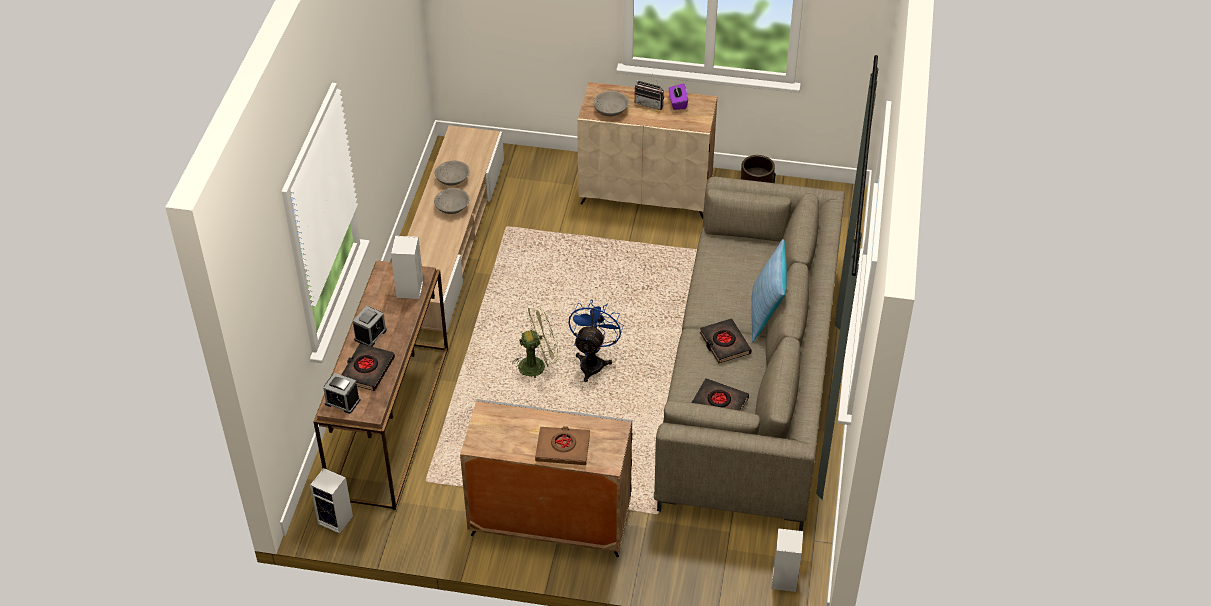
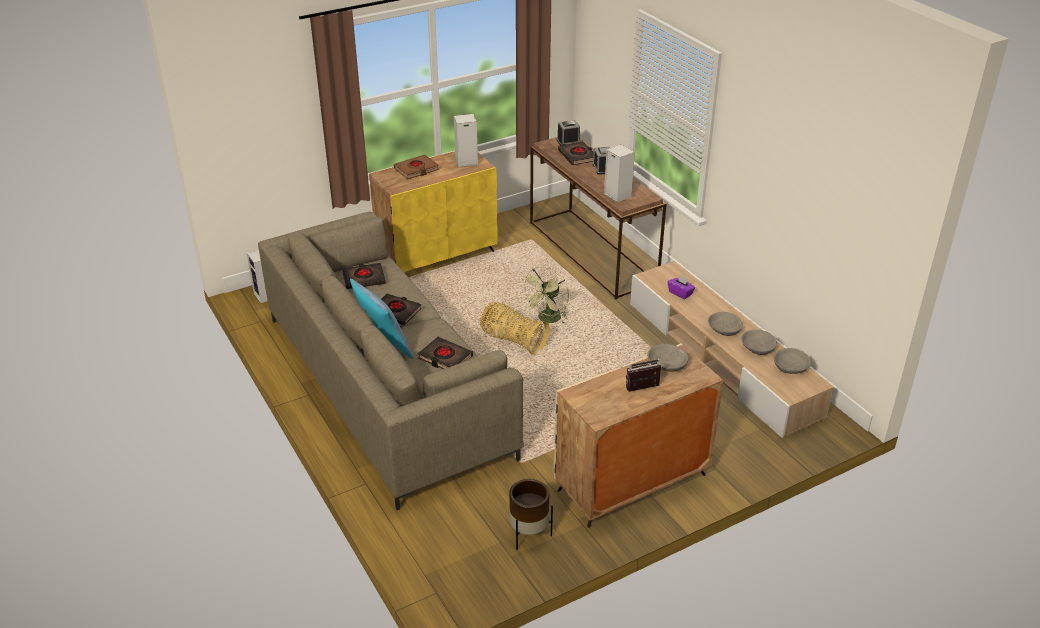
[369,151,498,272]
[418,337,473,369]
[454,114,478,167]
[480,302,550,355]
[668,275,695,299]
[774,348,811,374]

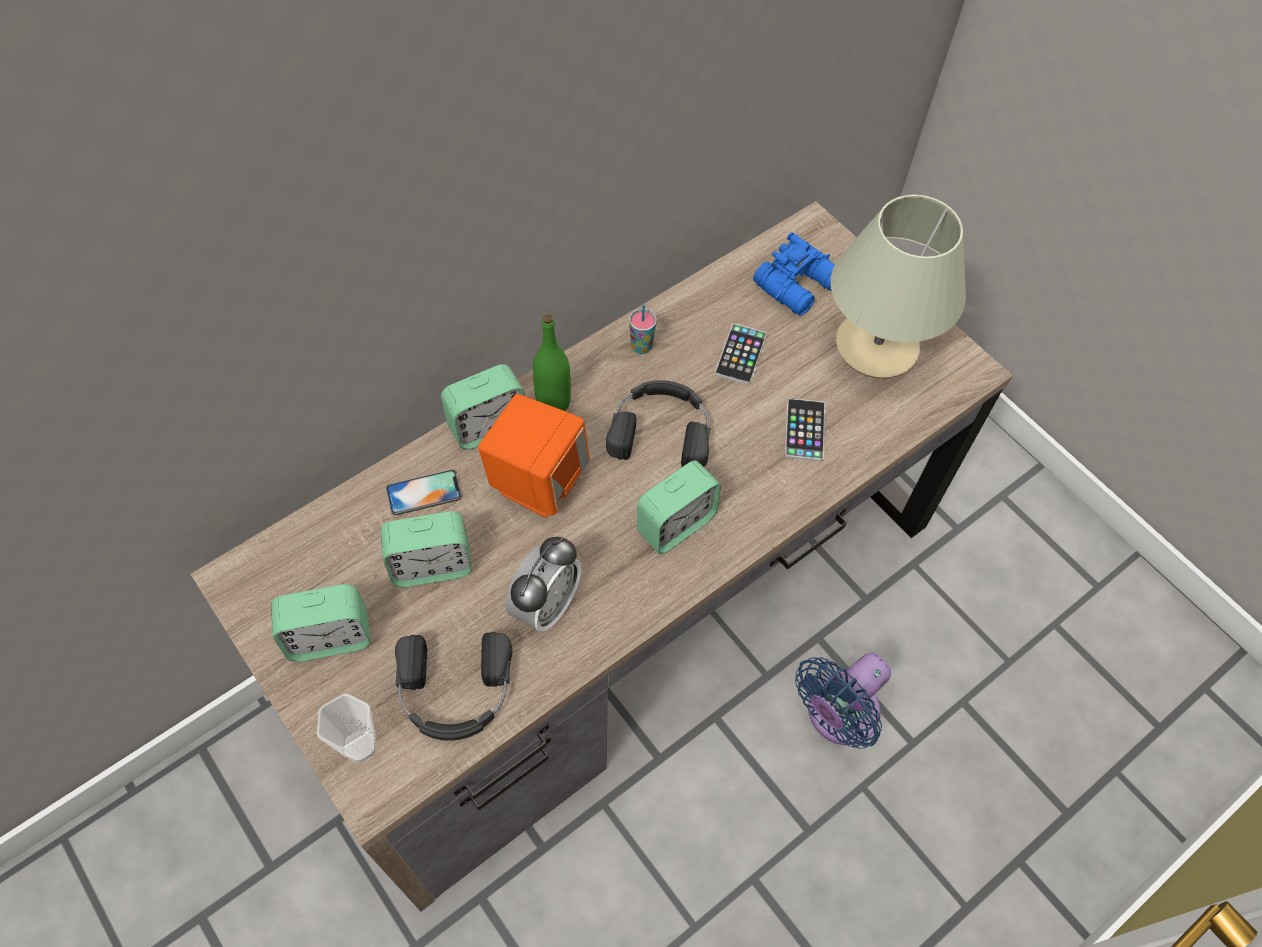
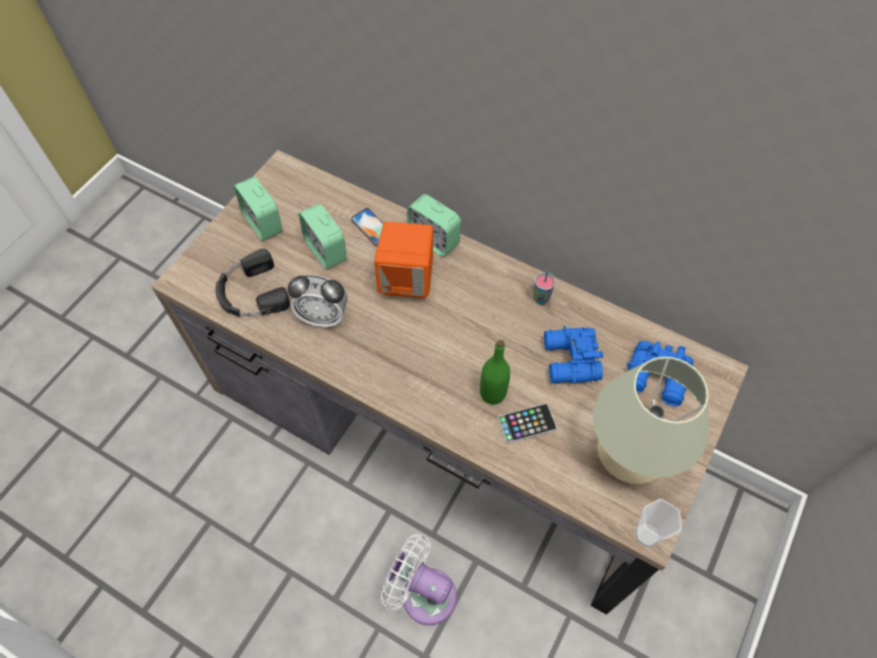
[381,534,457,625]
[480,340,510,405]
[544,325,603,384]
[636,499,682,547]
[606,380,710,467] (first image)
[637,460,721,554] (first image)

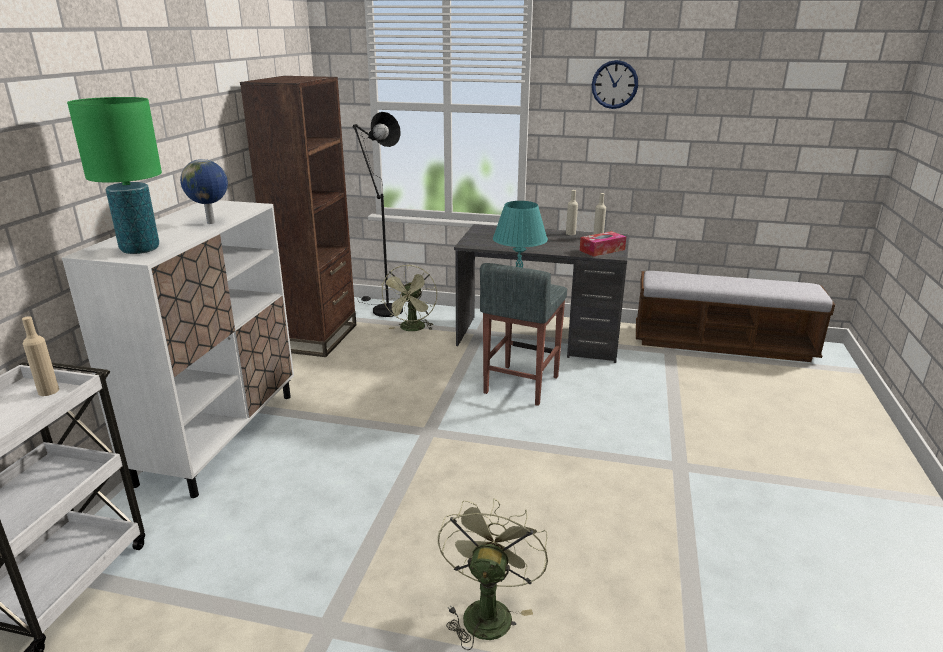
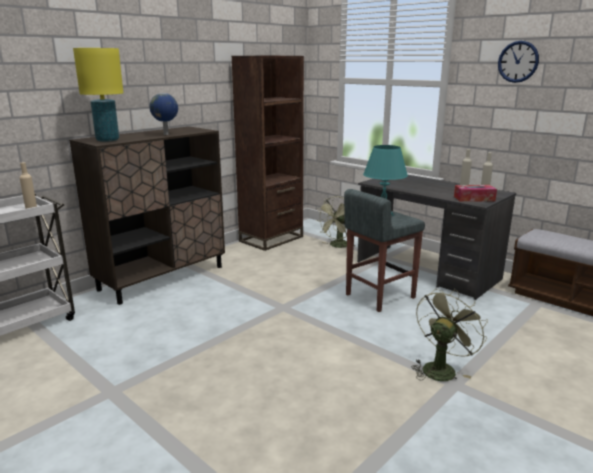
[69,126,225,305]
[73,48,123,142]
[411,289,488,381]
[352,112,403,317] (first image)

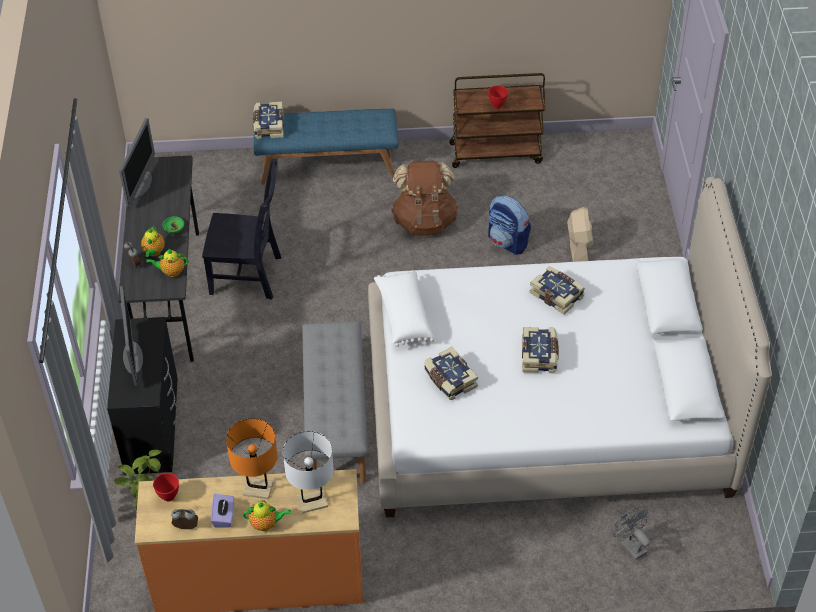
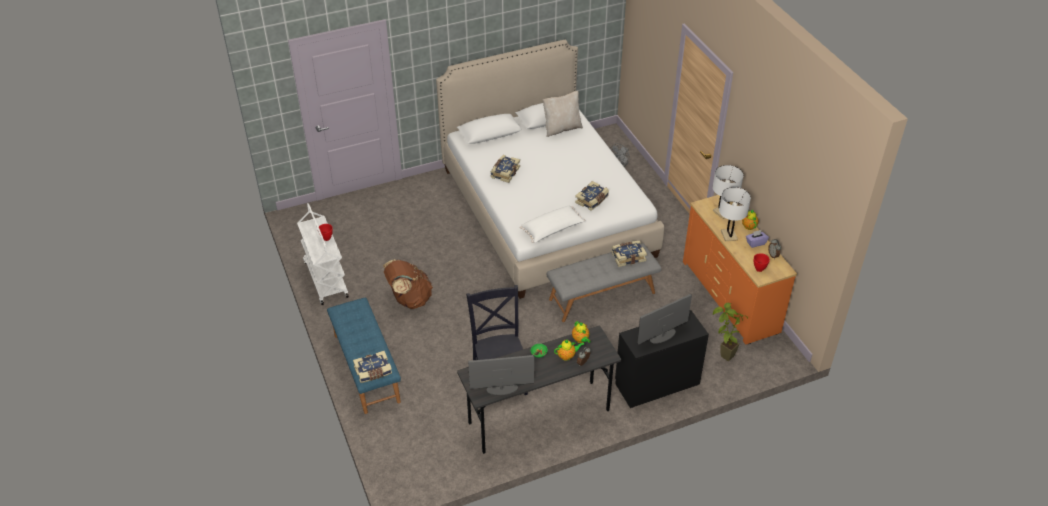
[297,203,349,305]
[543,91,583,137]
[611,241,647,267]
[719,187,751,242]
[488,196,531,255] (first image)
[567,207,593,262] (first image)

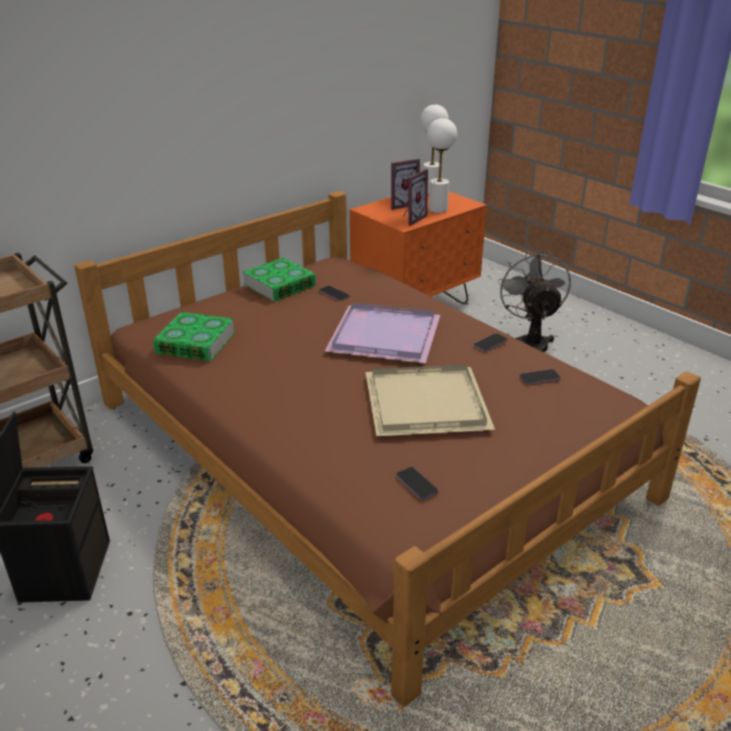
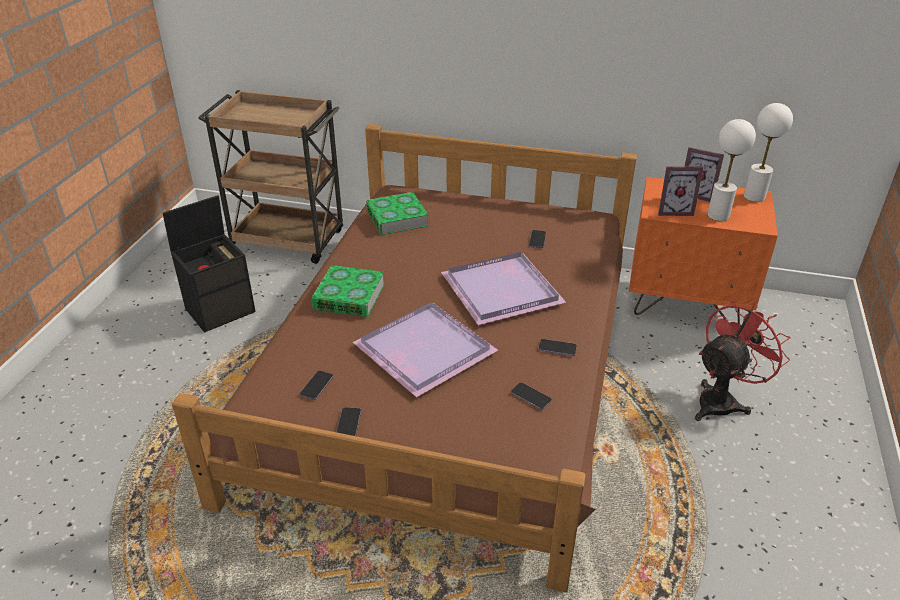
[312,265,385,317]
[336,407,361,436]
[353,302,498,397]
[695,300,791,421]

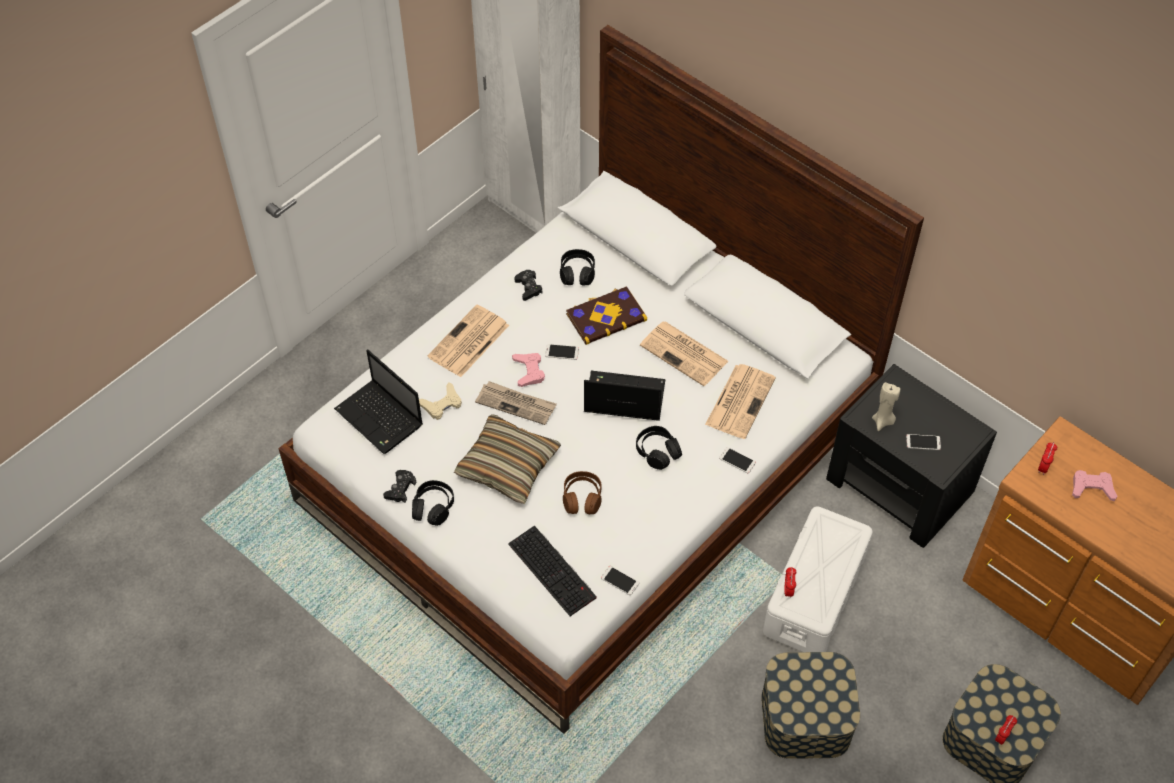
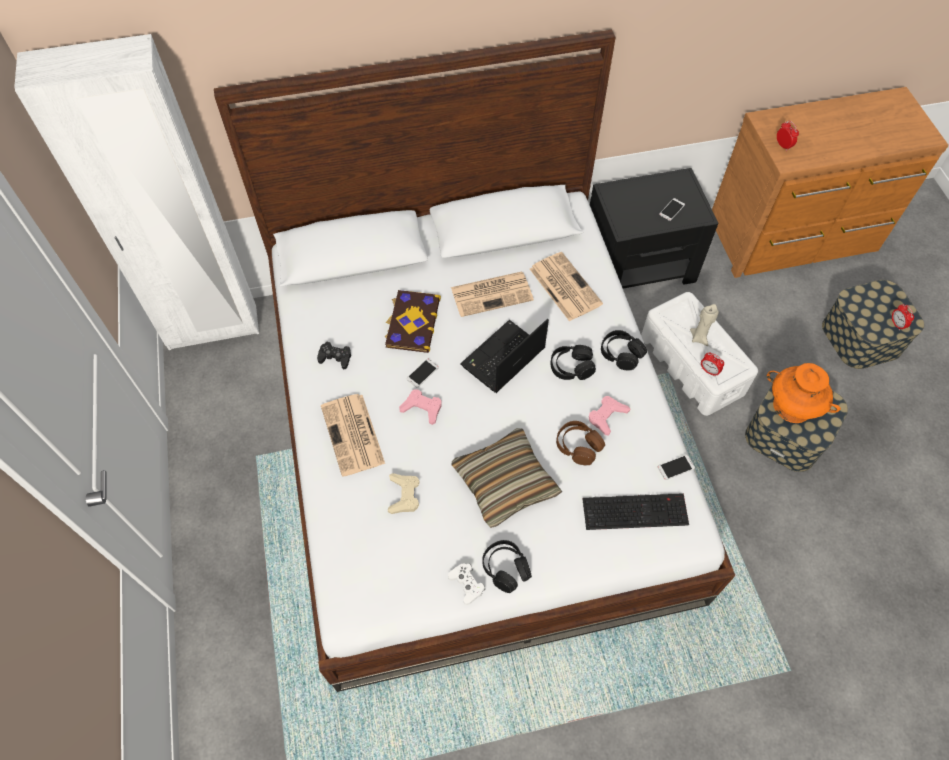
[448,564,485,605]
[589,396,630,436]
[601,330,647,370]
[690,304,719,346]
[767,363,841,423]
[334,349,423,454] (first image)
[475,381,557,425] (first image)
[719,447,756,473] (first image)

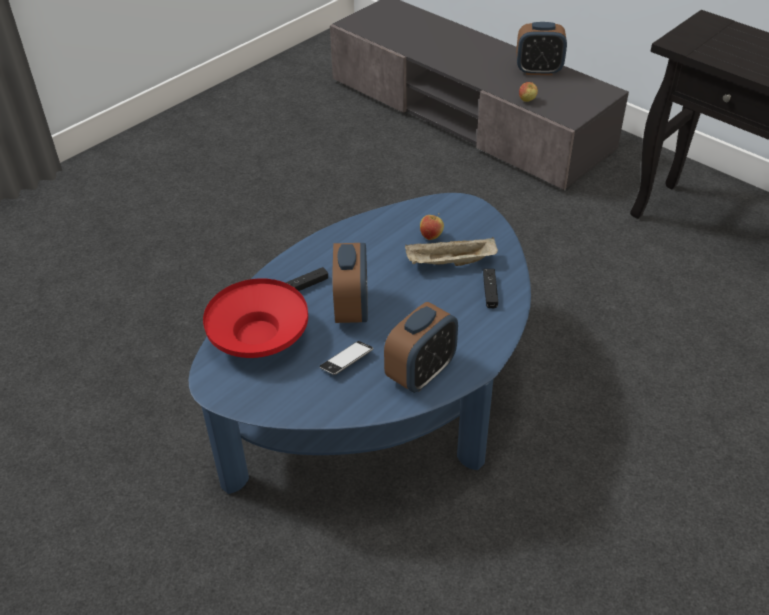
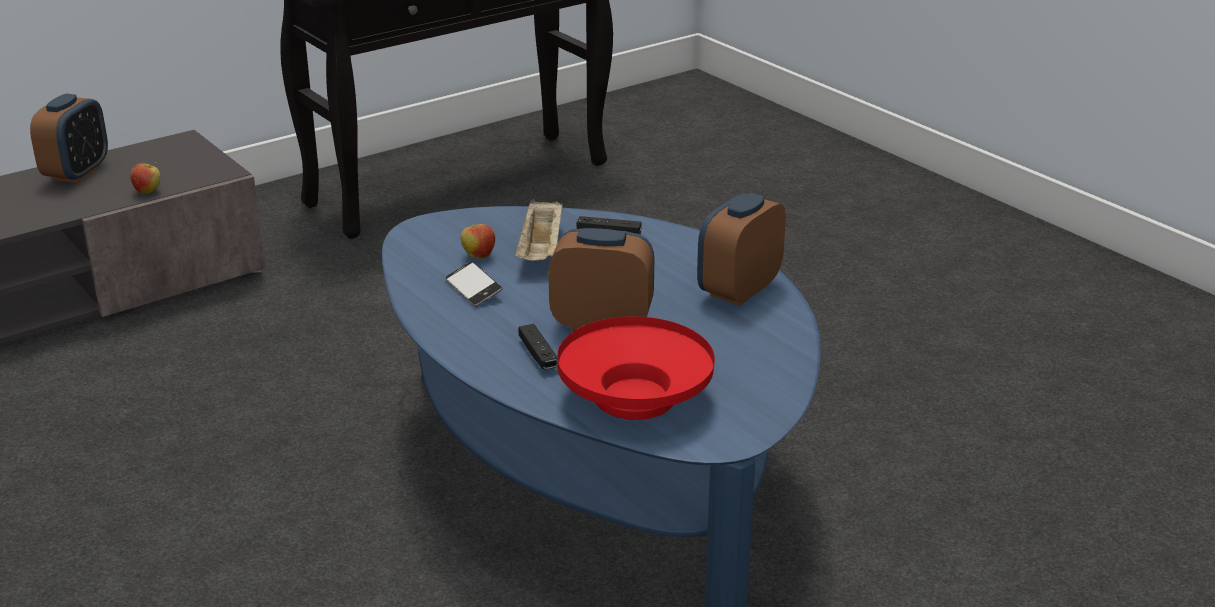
[445,261,502,307]
[697,193,786,306]

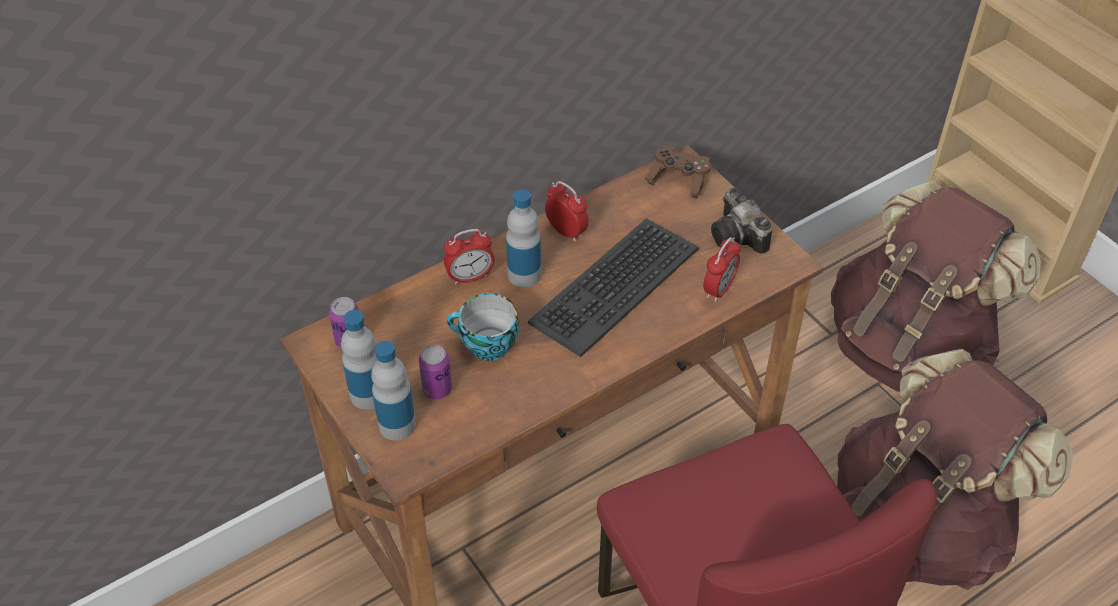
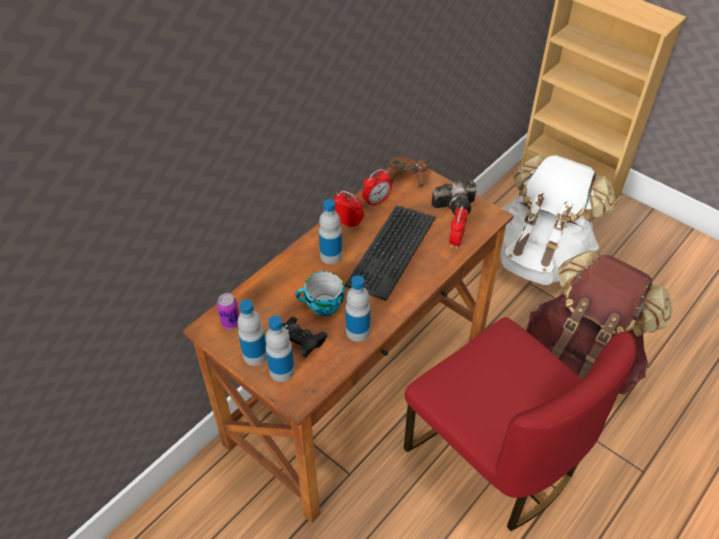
[282,317,328,358]
[345,275,370,342]
[362,169,392,207]
[432,181,477,216]
[500,153,615,285]

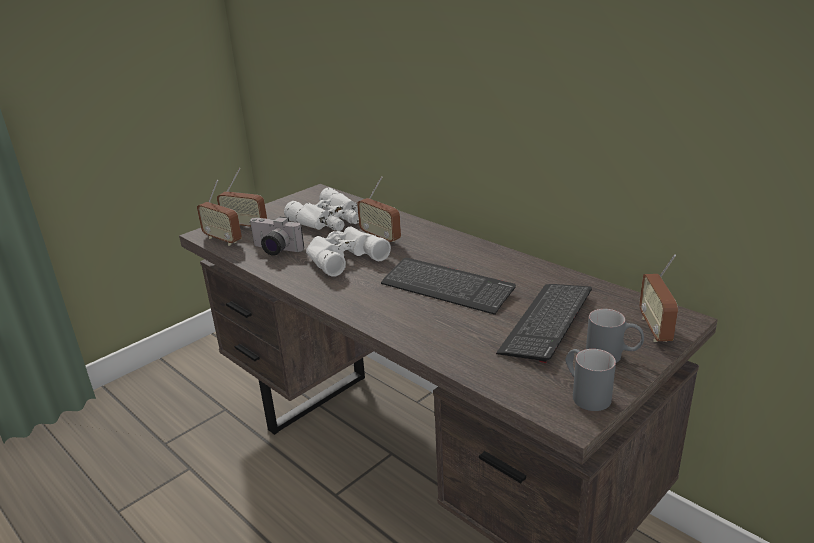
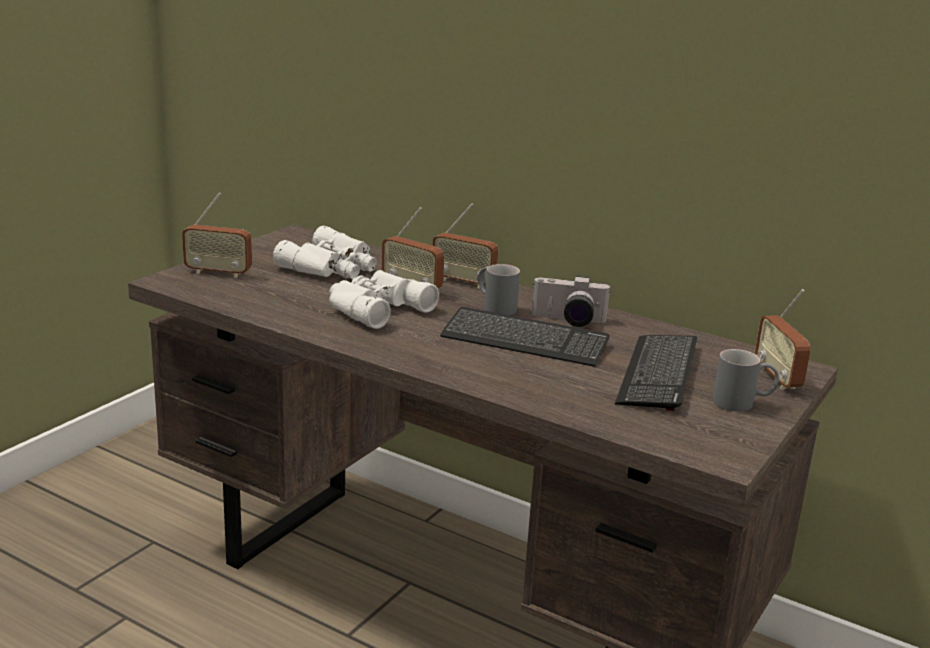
[432,203,498,289]
[477,264,520,315]
[532,276,611,327]

